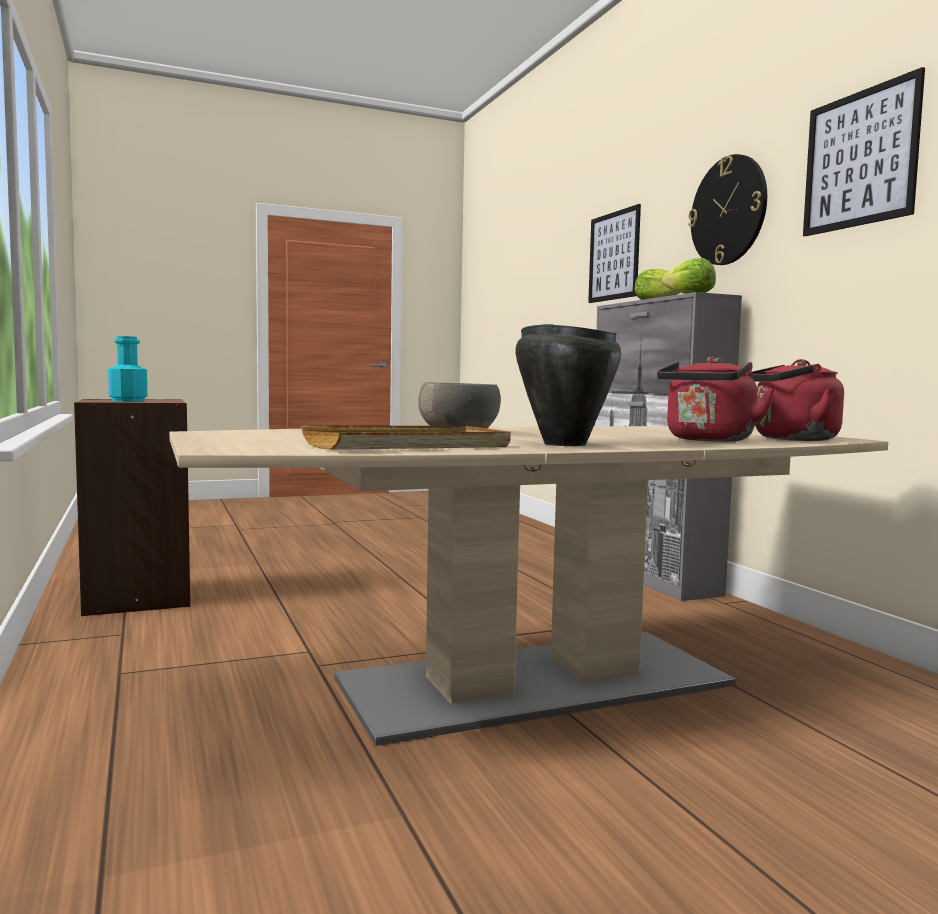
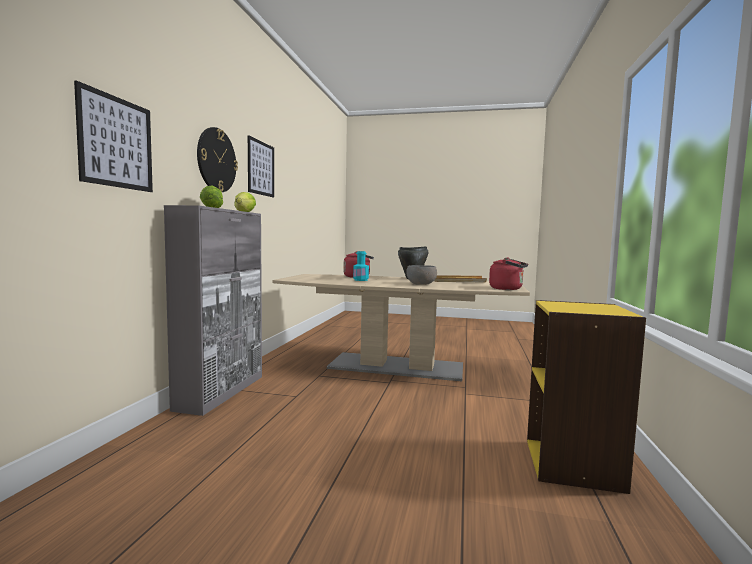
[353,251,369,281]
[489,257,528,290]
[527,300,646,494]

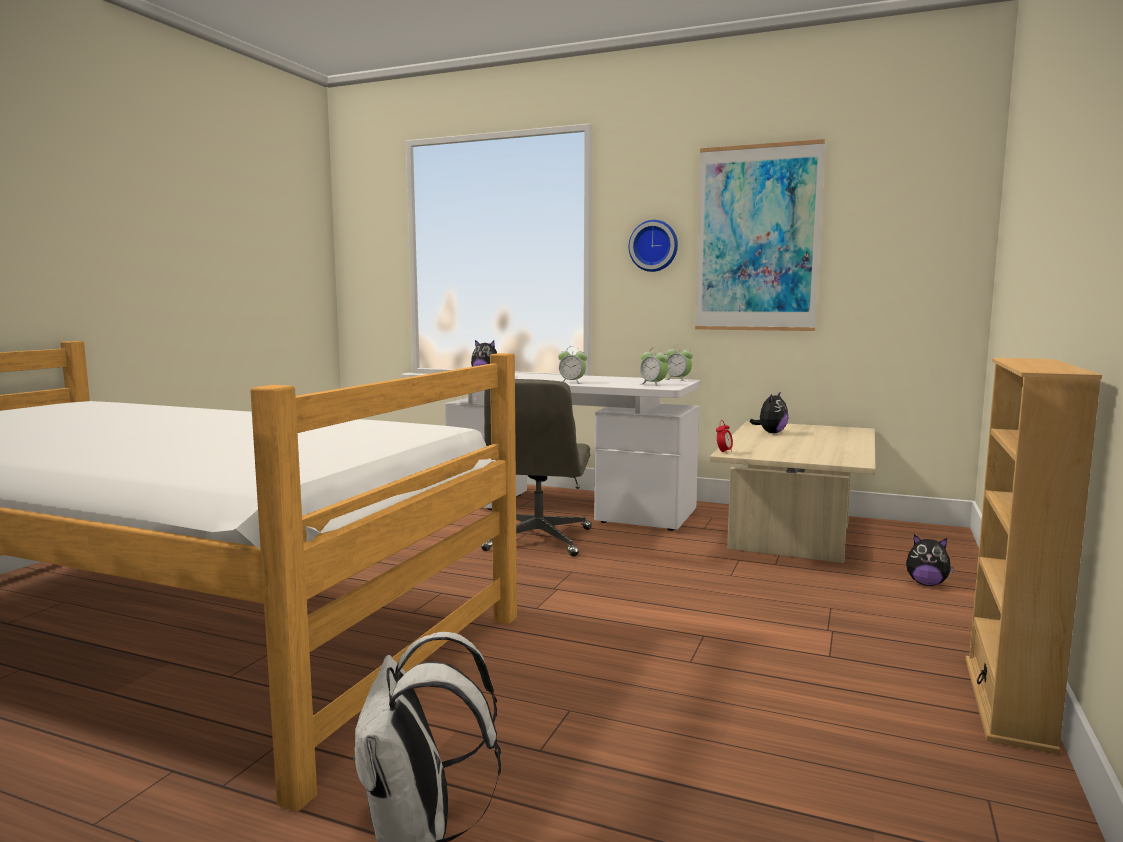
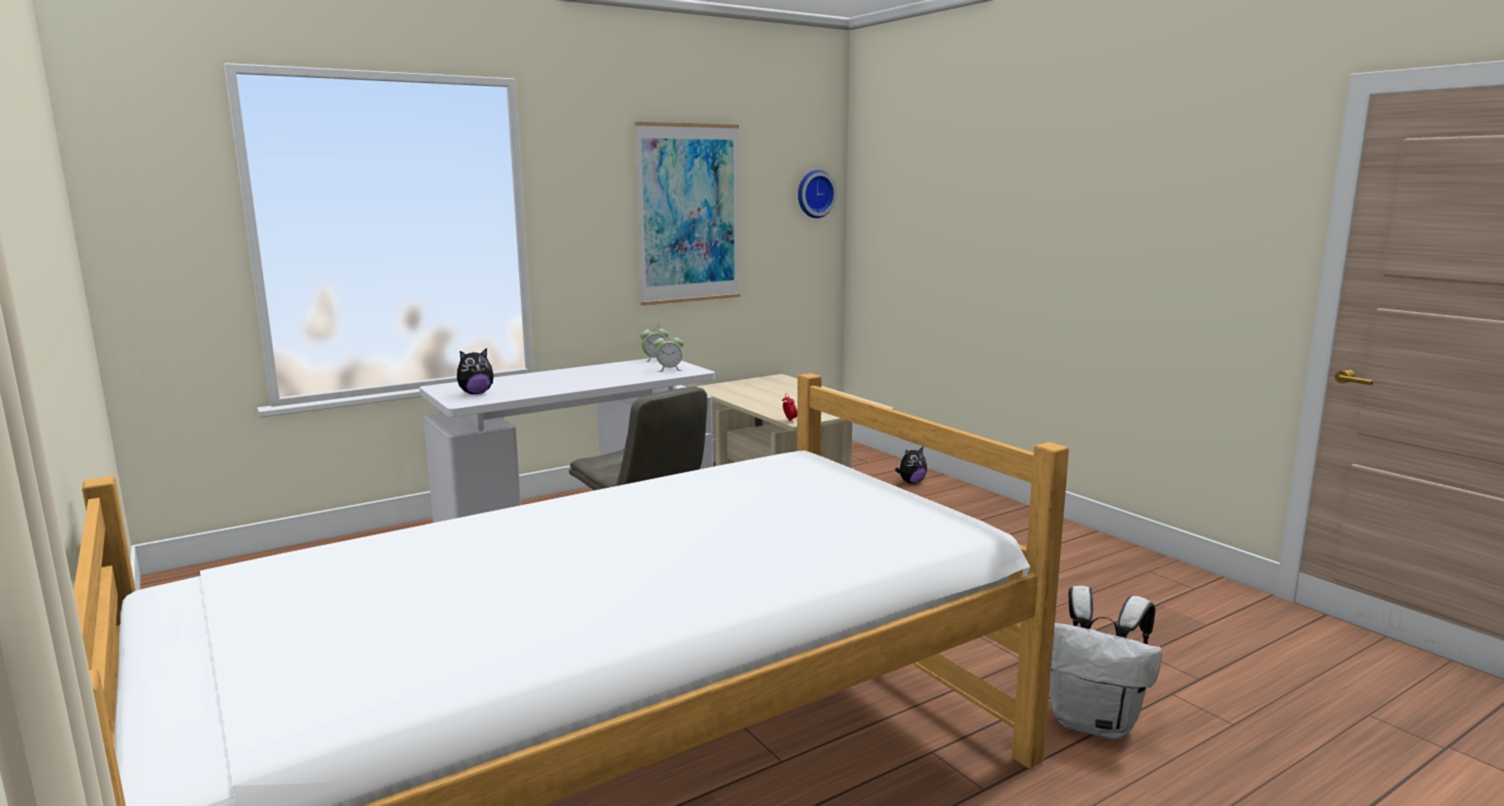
[798,170,837,218]
[558,346,587,384] (first image)
[750,391,788,433] (first image)
[966,358,1102,755] (first image)

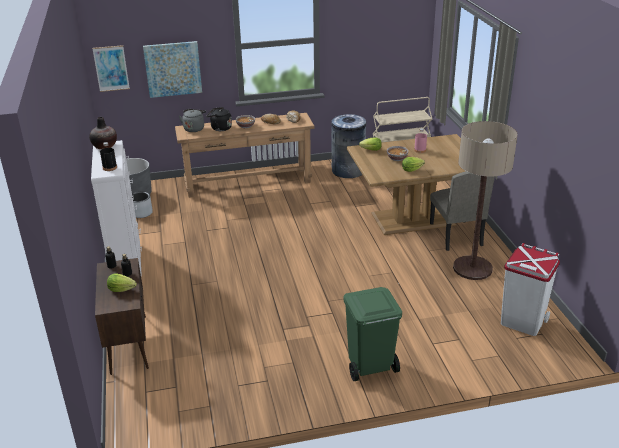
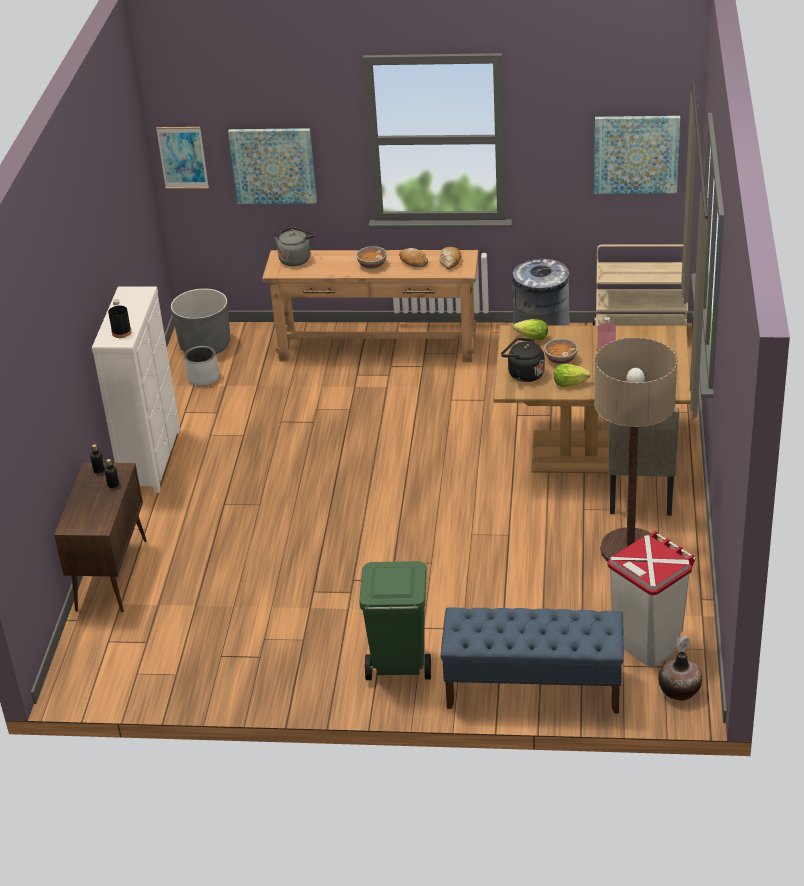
[441,607,624,713]
[501,338,545,382]
[594,116,680,194]
[658,651,702,701]
[107,273,137,292] (first image)

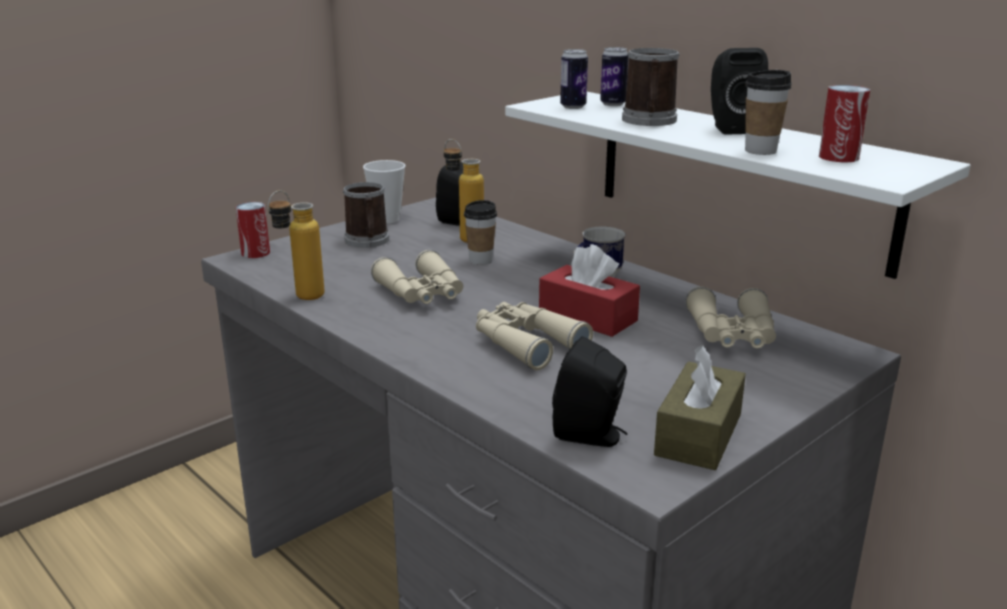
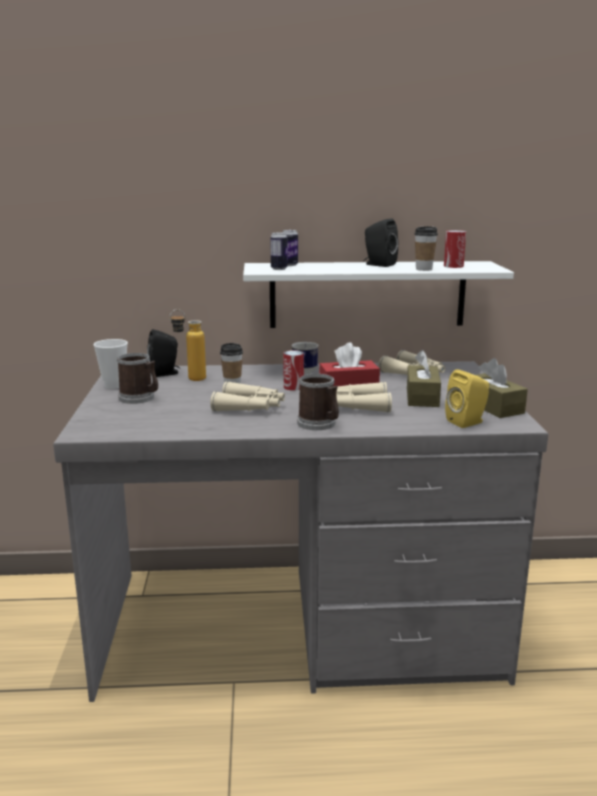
[283,350,304,391]
[297,374,339,430]
[407,350,441,407]
[445,369,489,428]
[268,190,324,300] (first image)

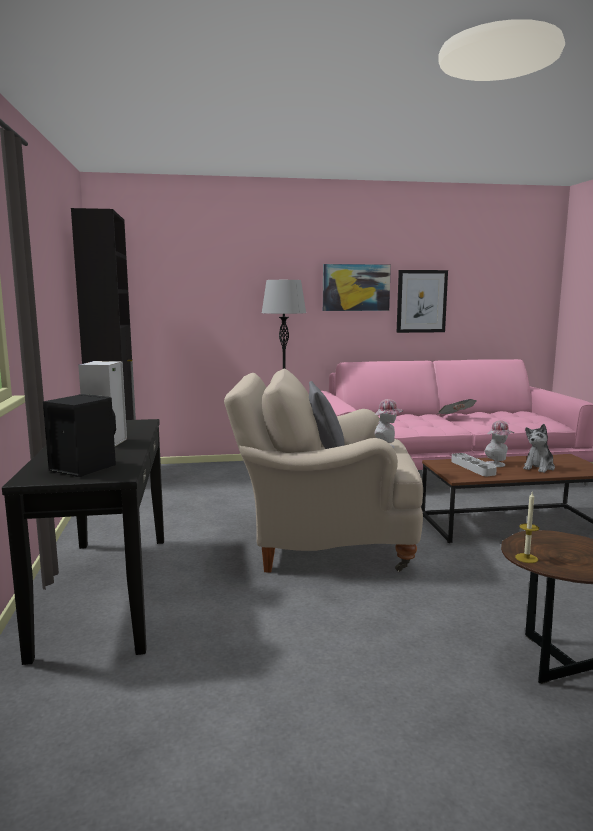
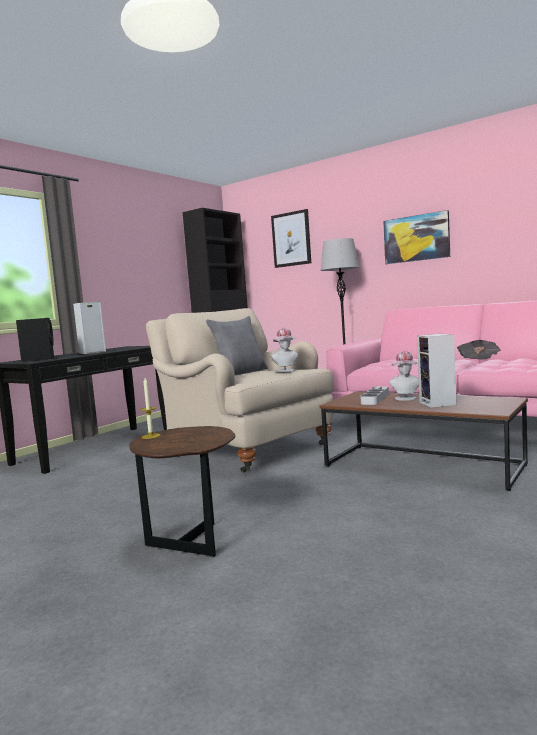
[271,209,311,268]
[417,334,456,408]

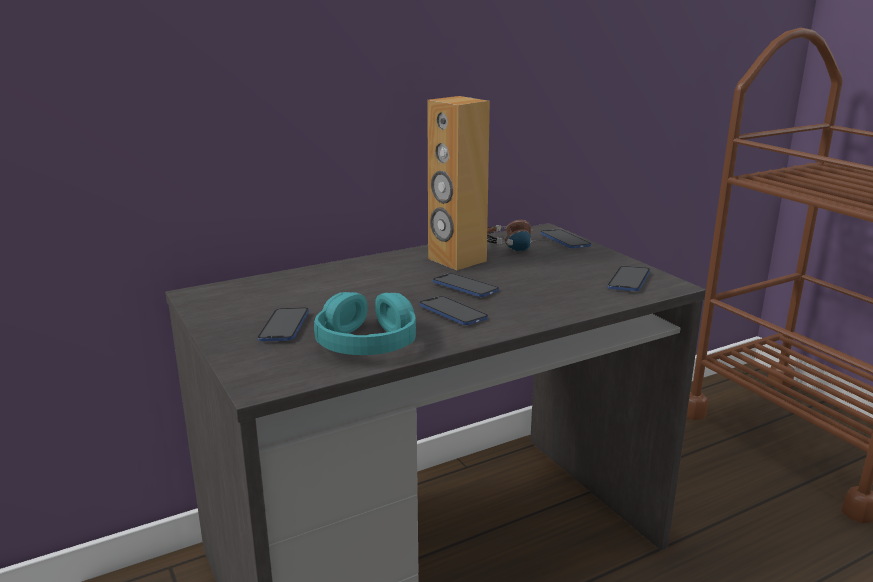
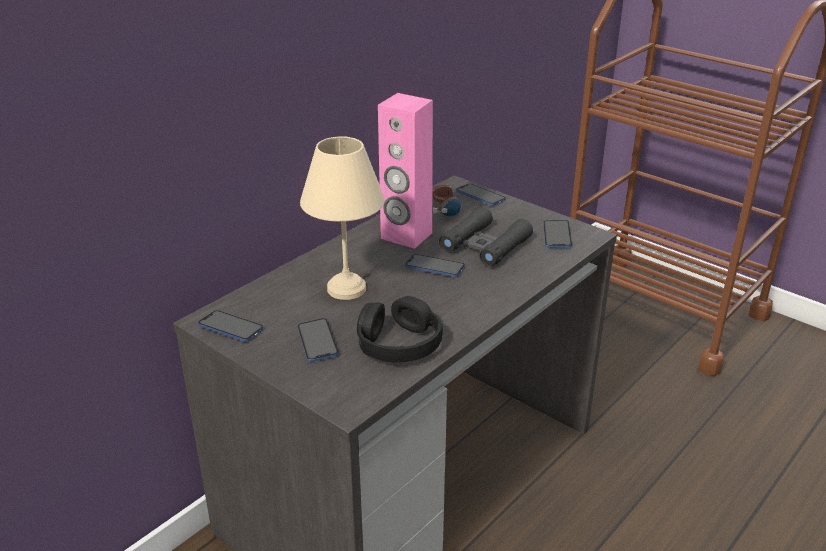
[198,310,263,342]
[300,136,385,300]
[357,296,443,363]
[378,93,433,249]
[439,206,533,267]

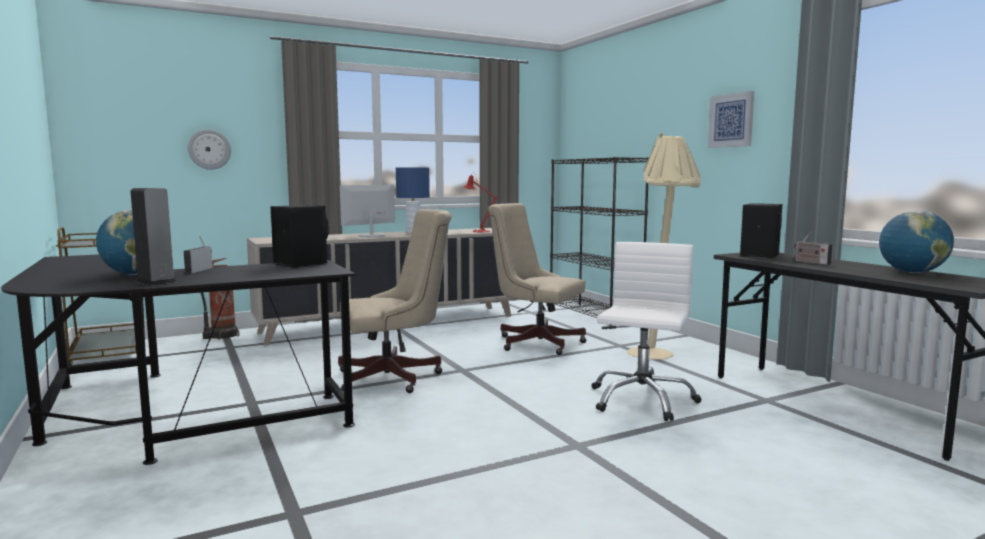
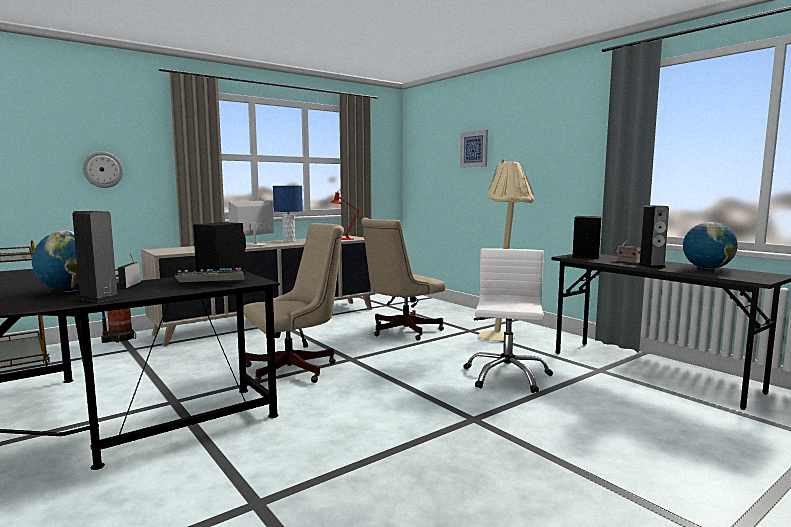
[174,268,245,282]
[361,218,445,341]
[460,130,488,168]
[638,205,669,268]
[550,157,649,326] (first image)

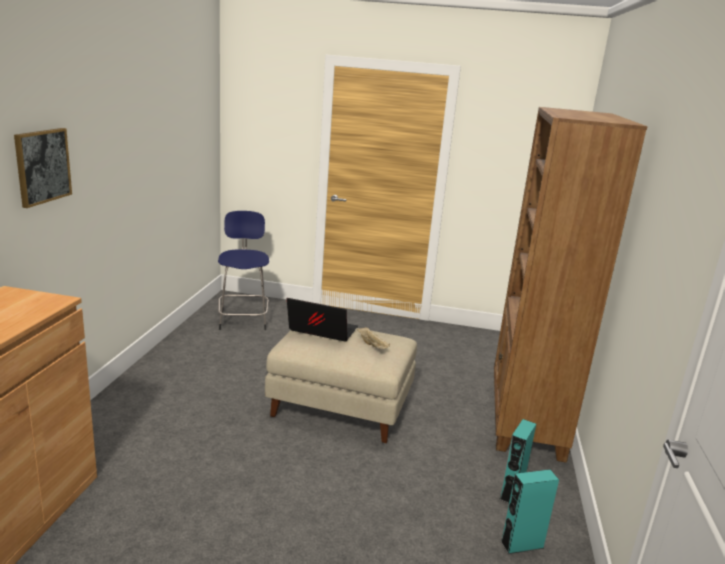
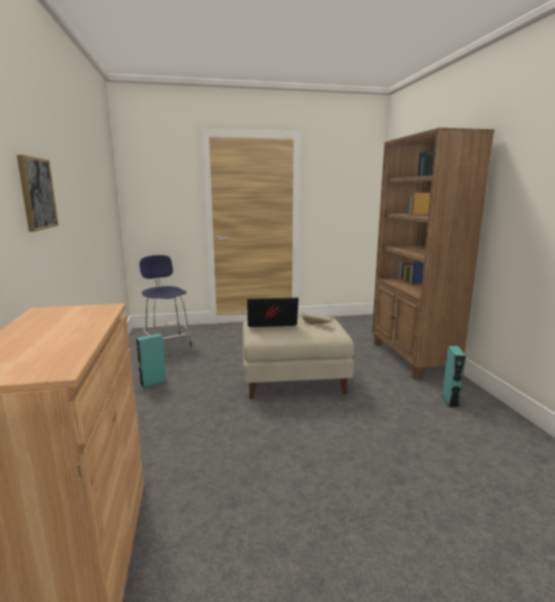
[136,333,167,388]

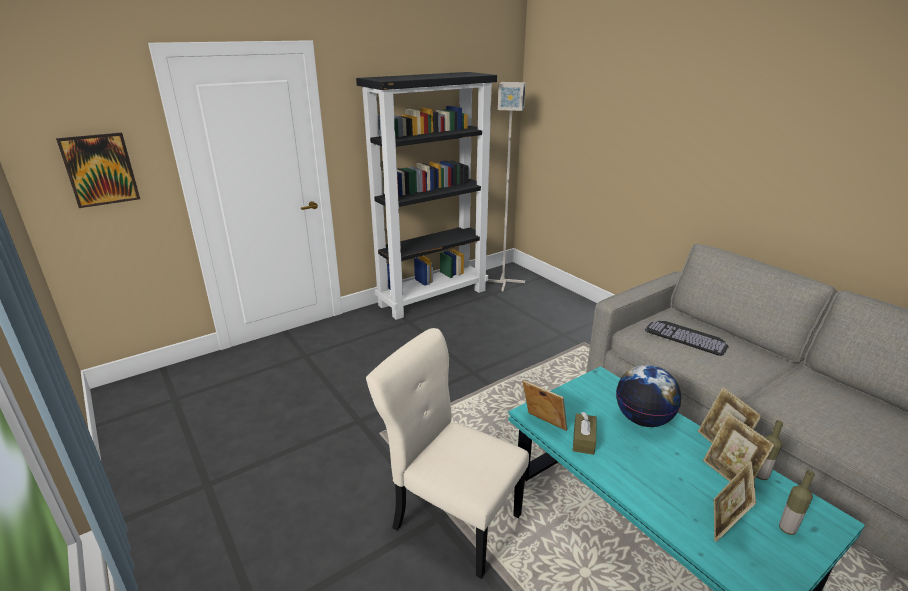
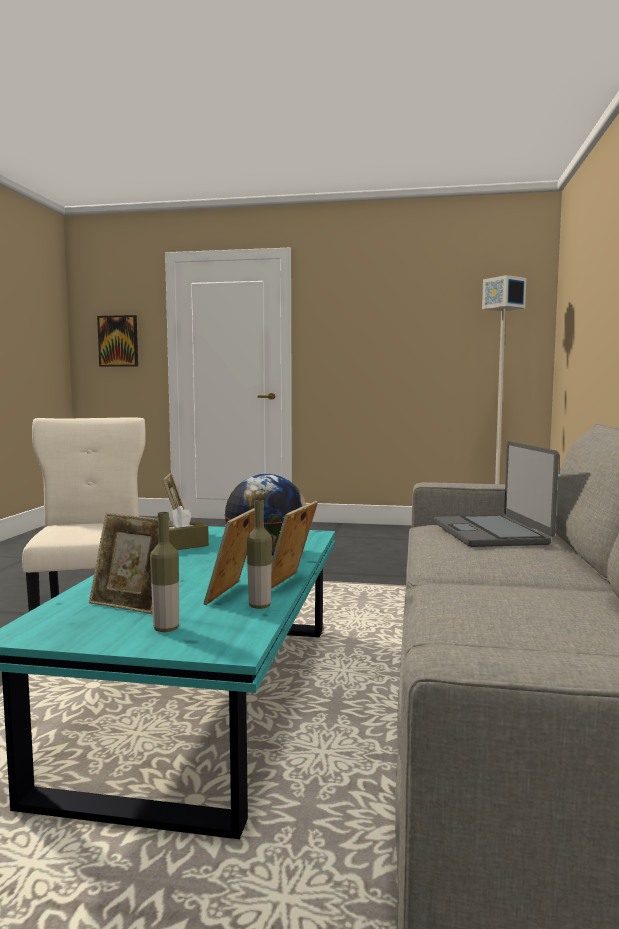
[89,513,170,614]
[434,441,559,547]
[356,72,497,320] (first image)

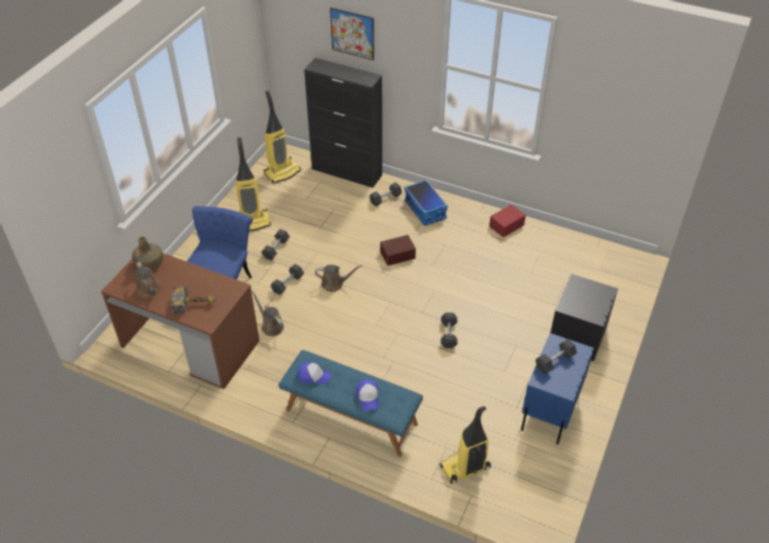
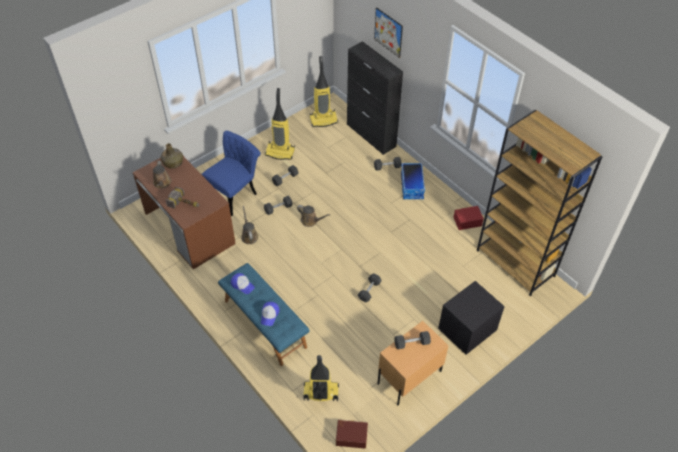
[336,420,368,449]
[378,321,449,405]
[477,110,602,296]

